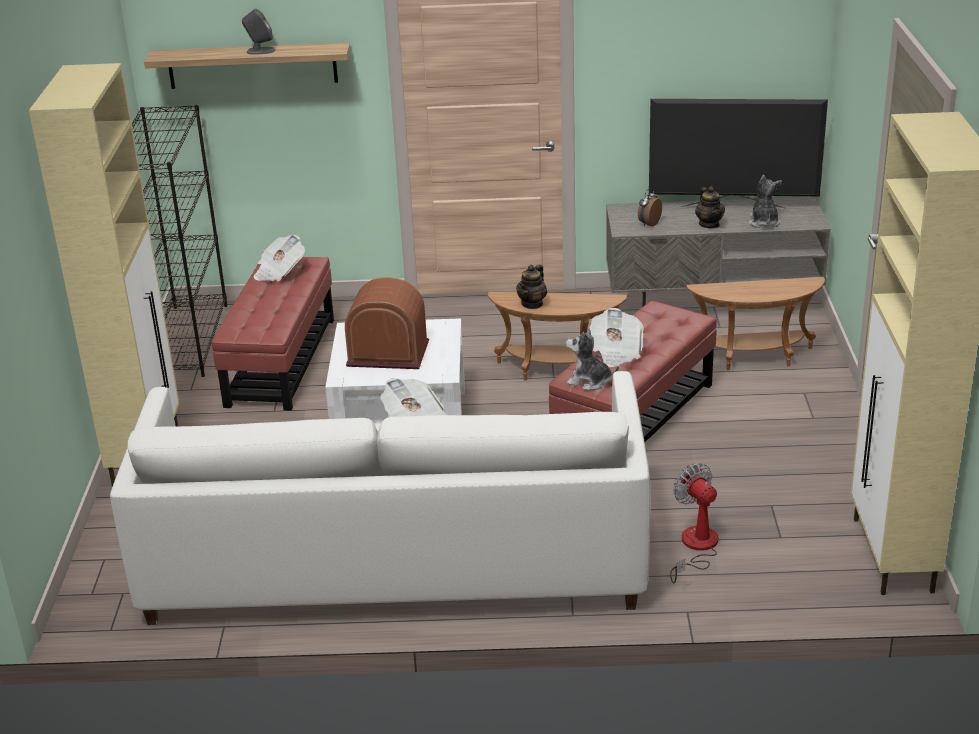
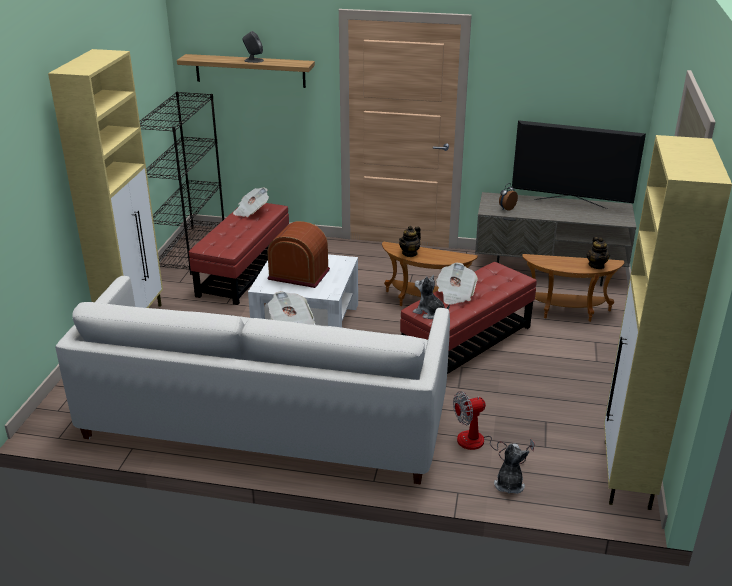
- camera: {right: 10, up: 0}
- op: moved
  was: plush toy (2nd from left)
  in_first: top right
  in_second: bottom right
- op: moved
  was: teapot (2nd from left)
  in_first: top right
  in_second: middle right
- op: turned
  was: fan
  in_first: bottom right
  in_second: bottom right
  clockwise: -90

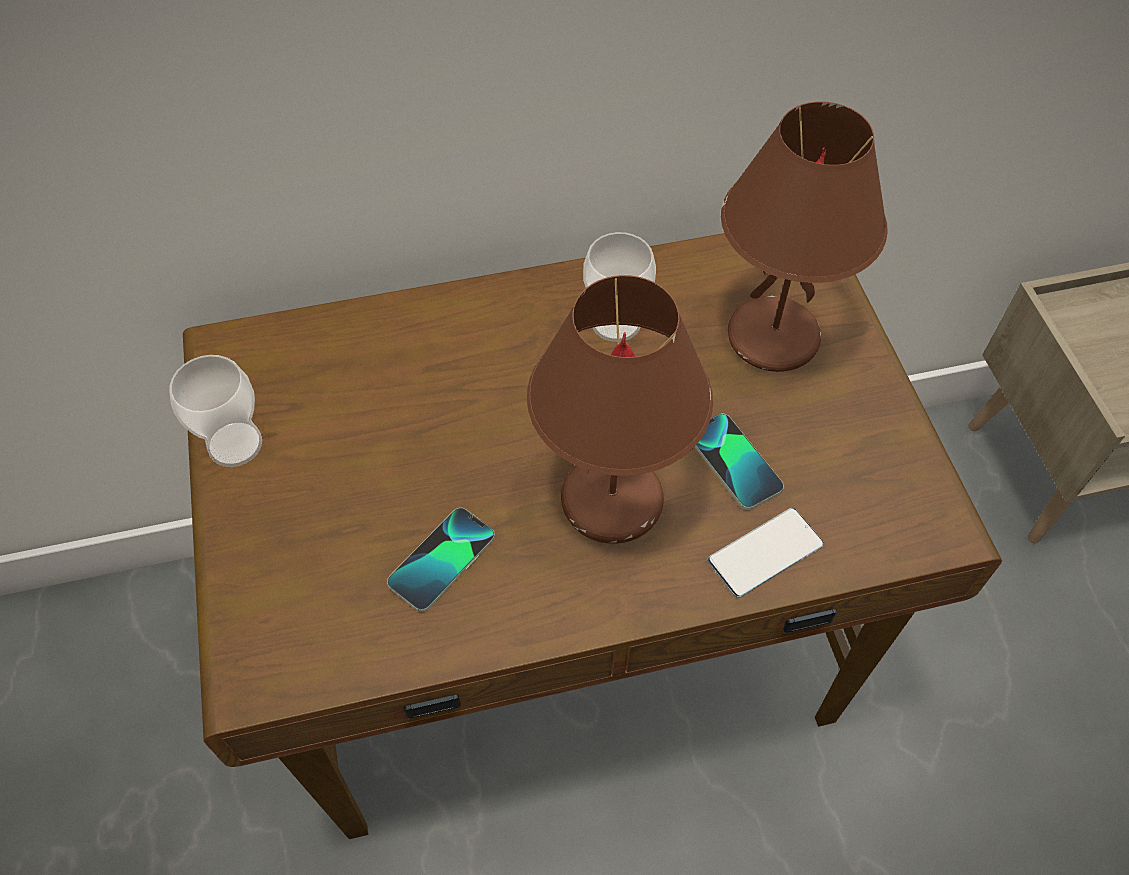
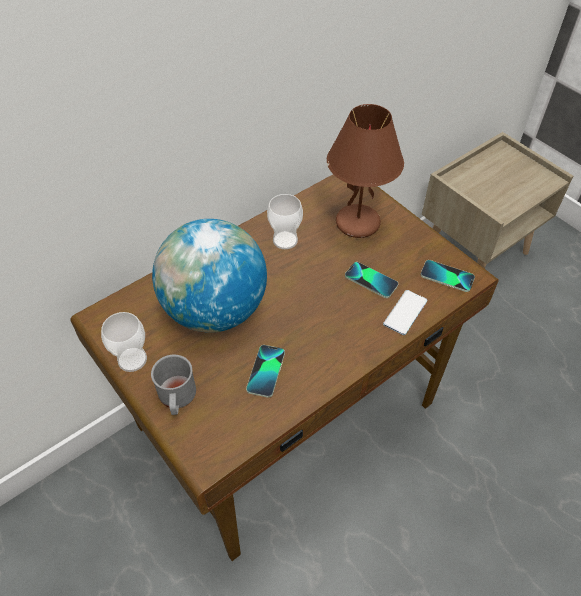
- camera: {right: -25, up: -5}
- op: removed
  was: brown table lamp (1st from left)
  in_first: centre
- op: added
  now: globe
  in_second: centre
- op: added
  now: phone (4th from left)
  in_second: middle right
- op: added
  now: grey mug
  in_second: middle left

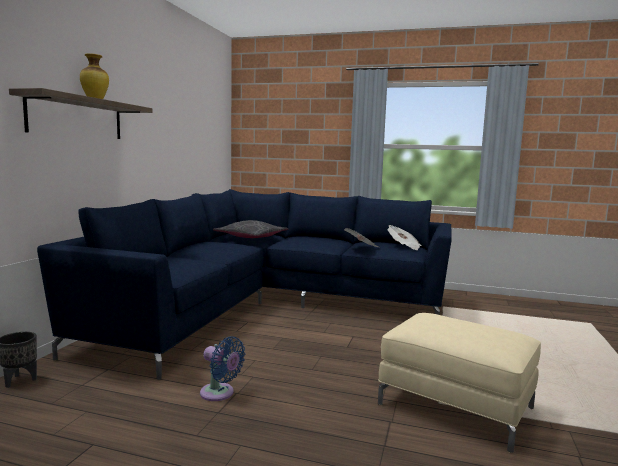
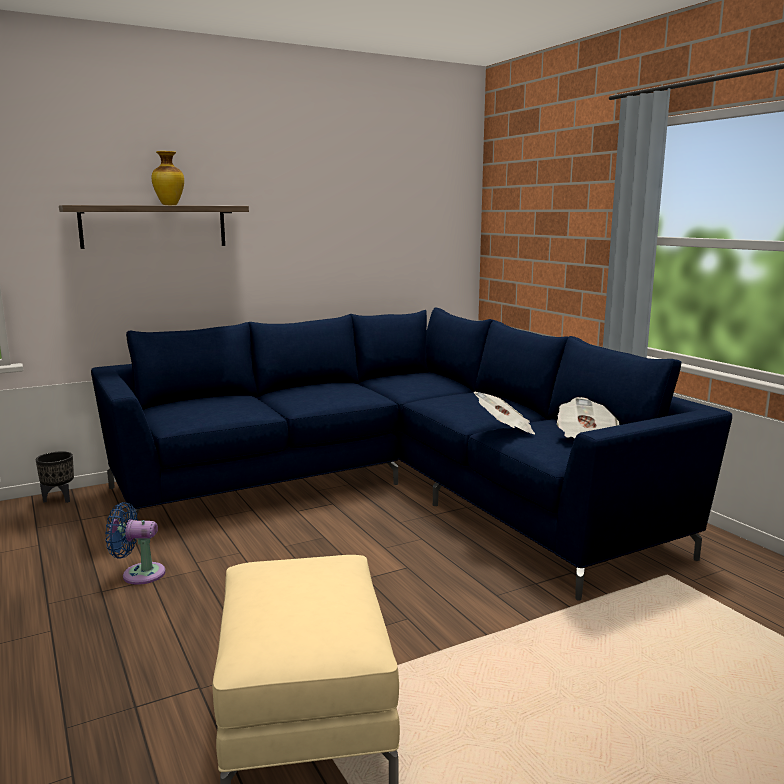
- camera: {right: 45, up: 5}
- op: removed
  was: grey pillow
  in_first: centre
- op: turned
  was: blue fan
  in_first: bottom centre
  in_second: bottom left
  clockwise: 105

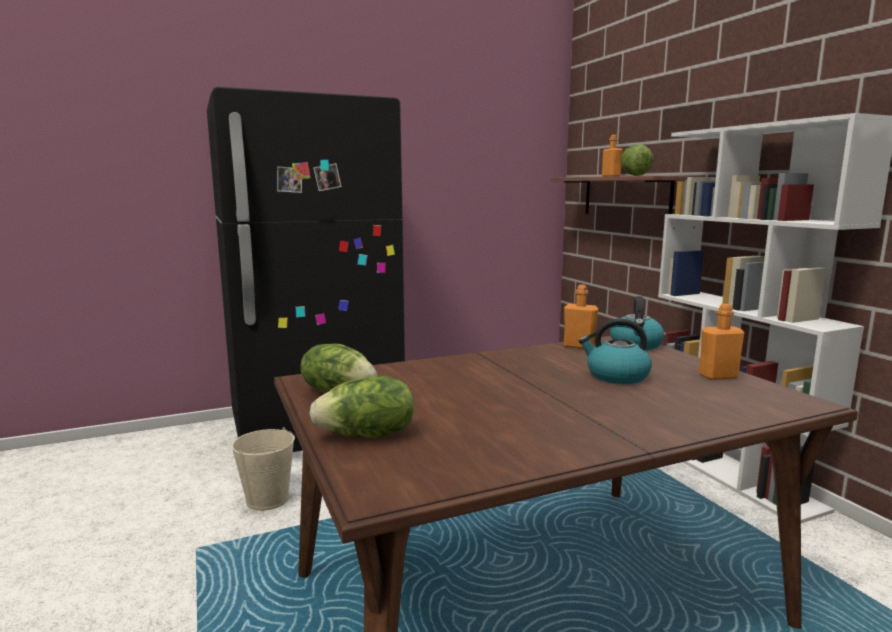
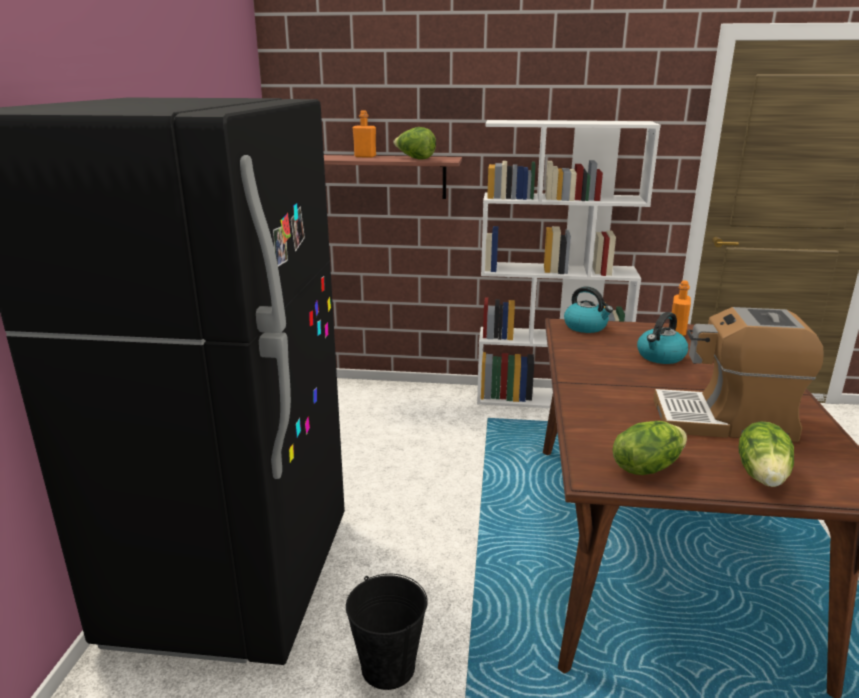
- camera: {right: -60, up: 10}
- op: removed
  was: orange bottle (1st from left)
  in_first: centre
- op: recoloured
  was: beige bucket
  now: black bucket
  in_first: bottom left
  in_second: bottom centre
- op: added
  now: coffee machine
  in_second: middle right

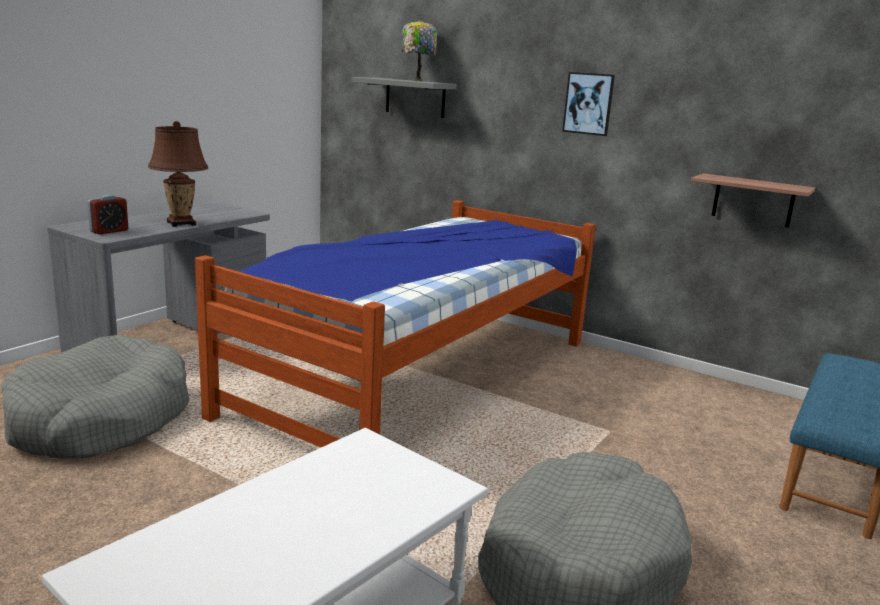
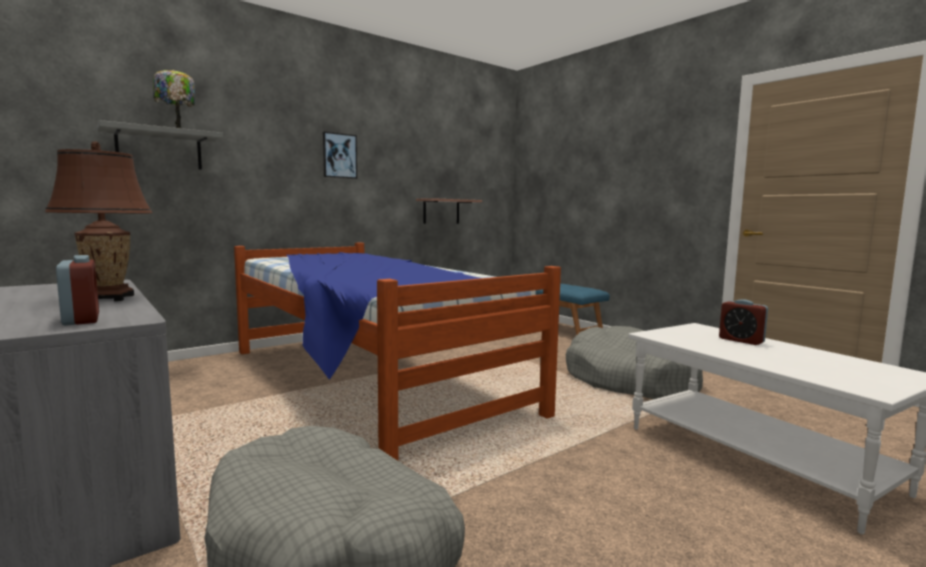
- camera: {right: -70, up: -10}
- op: added
  now: alarm clock (2nd from left)
  in_second: middle right

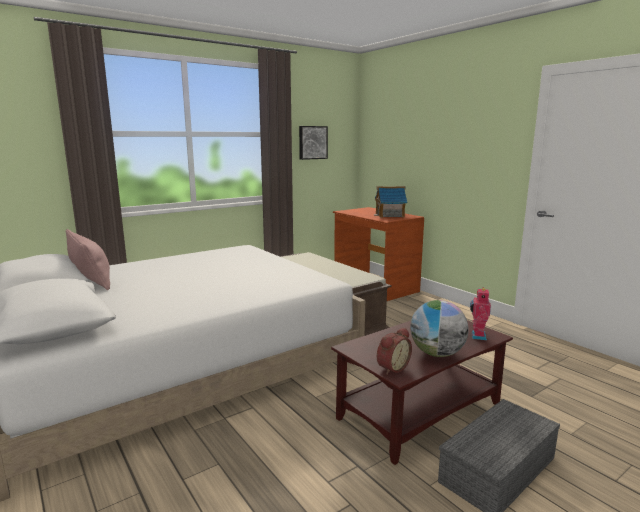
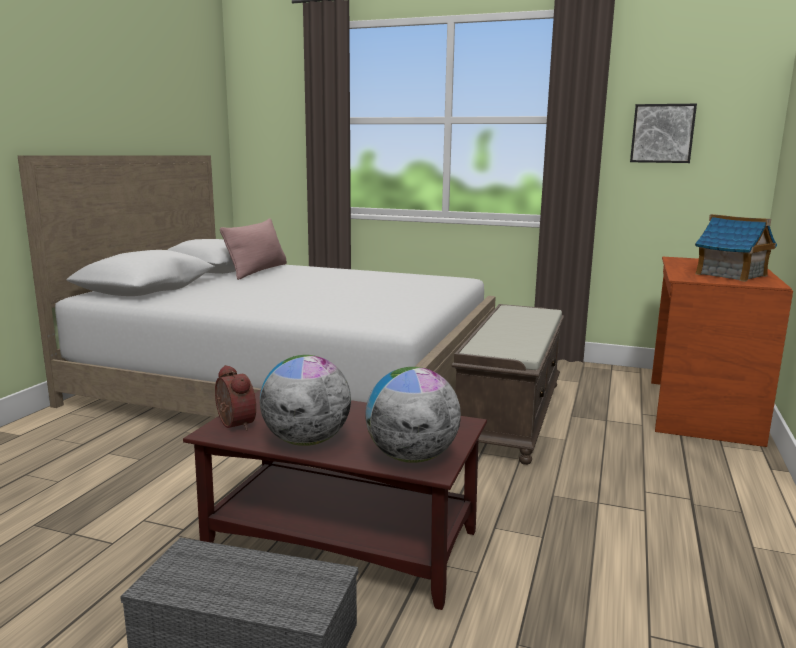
- camera: {right: 55, up: 0}
- op: replaced
  was: toy robot
  now: globe (2nd from left)
  in_first: middle right
  in_second: centre
- op: turned
  was: alarm clock
  in_first: bottom centre
  in_second: middle left
  clockwise: -135

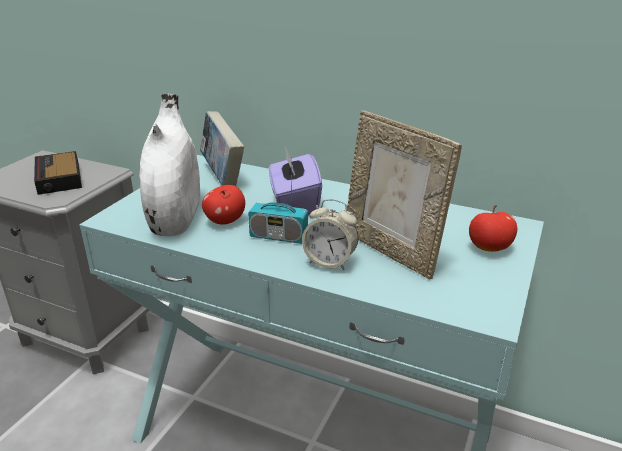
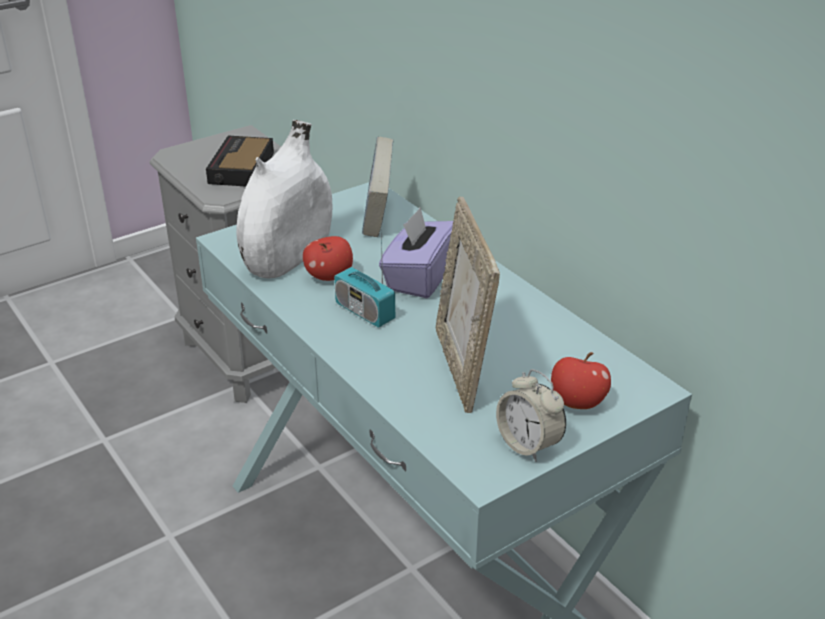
- camera: {right: 30, up: 5}
- op: moved
  was: alarm clock (2nd from left)
  in_first: centre
  in_second: bottom centre

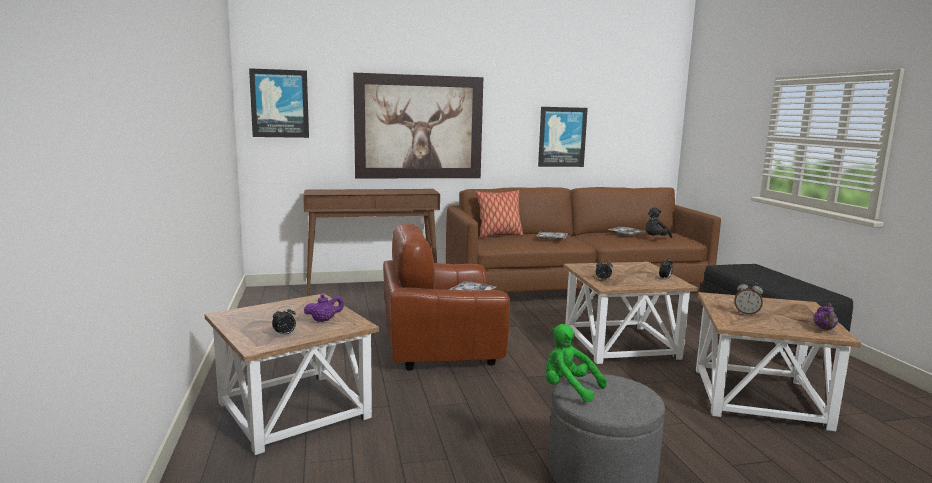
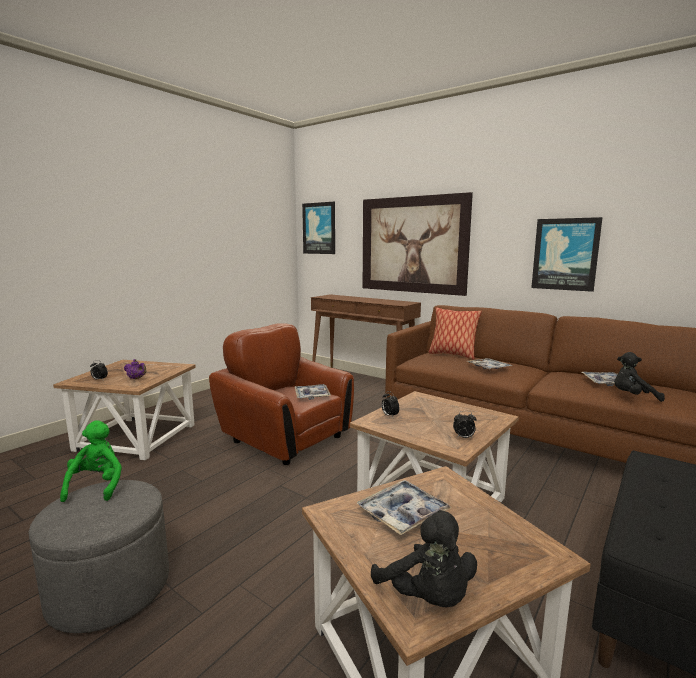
- camera: {right: 50, up: 0}
- op: replaced
  was: alarm clock (4th from left)
  now: tray (2nd from left)
  in_first: middle right
  in_second: bottom centre
- op: replaced
  was: purple teapot (2nd from left)
  now: black plush toy (1st from left)
  in_first: middle right
  in_second: bottom centre

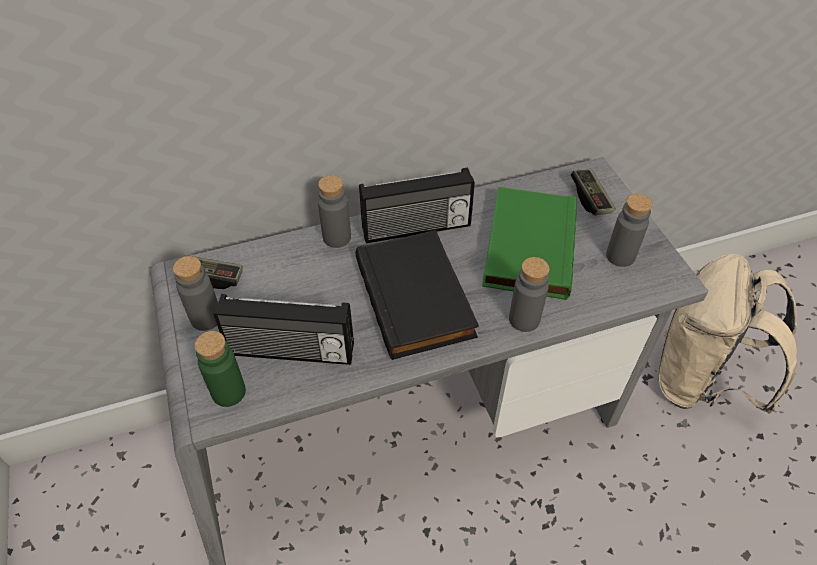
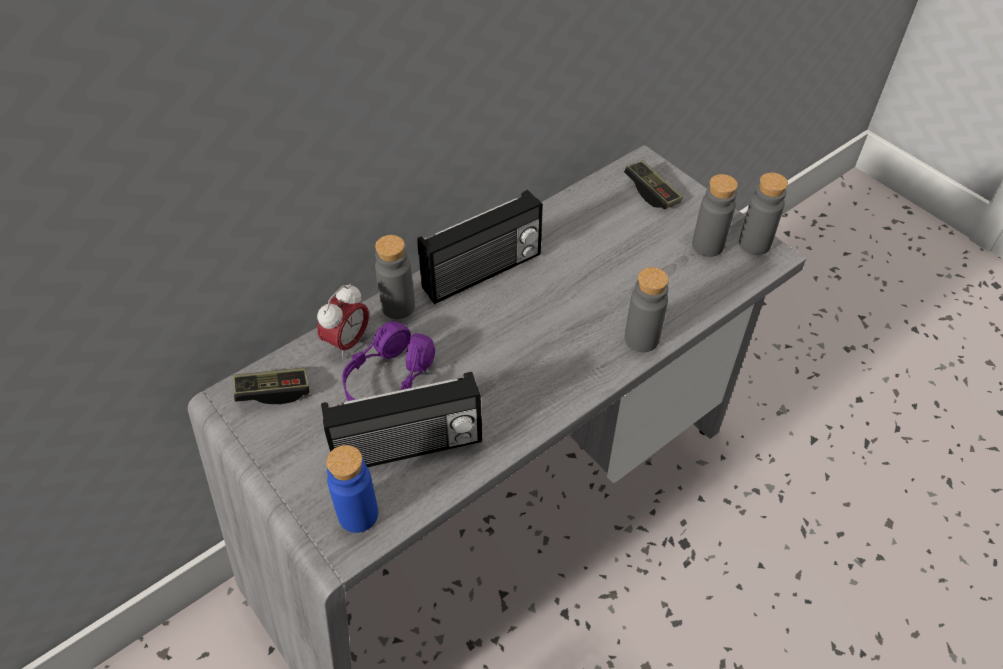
- camera: {right: -20, up: 0}
- op: removed
  was: green book
  in_first: centre
- op: removed
  was: black book
  in_first: centre
- op: removed
  was: beige backpack
  in_first: middle right
- op: moved
  was: grey bottle (1st from left in the first image)
  now: grey bottle (4th from left)
  in_first: middle left
  in_second: top right
- op: recoloured
  was: green bottle
  now: blue bottle
  in_first: middle left
  in_second: bottom centre
- op: added
  now: alarm clock
  in_second: centre
- op: added
  now: purple headphones
  in_second: centre

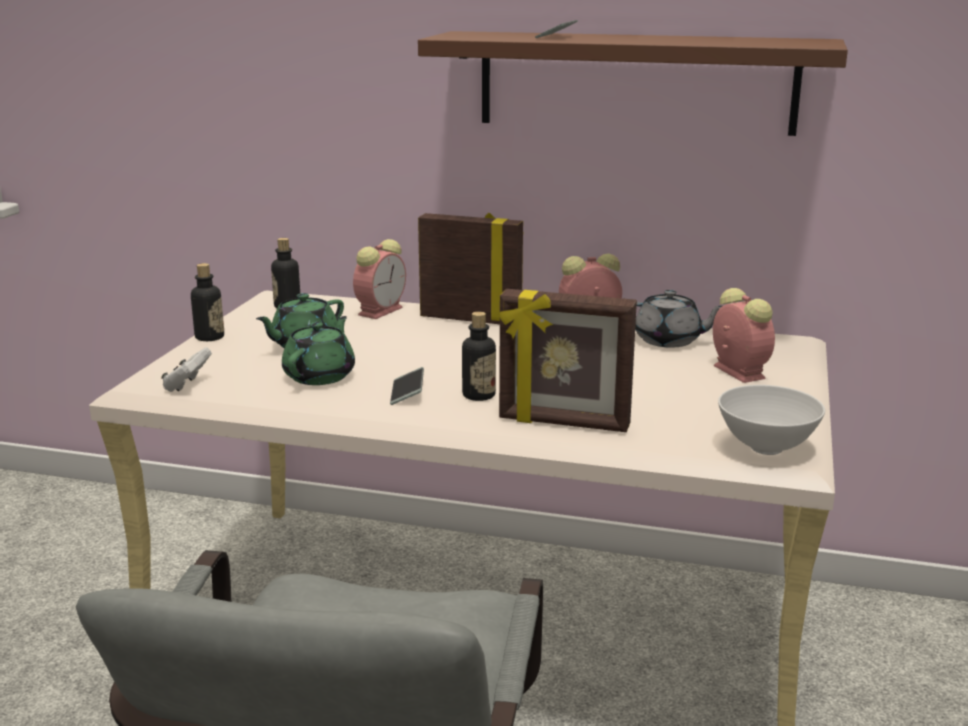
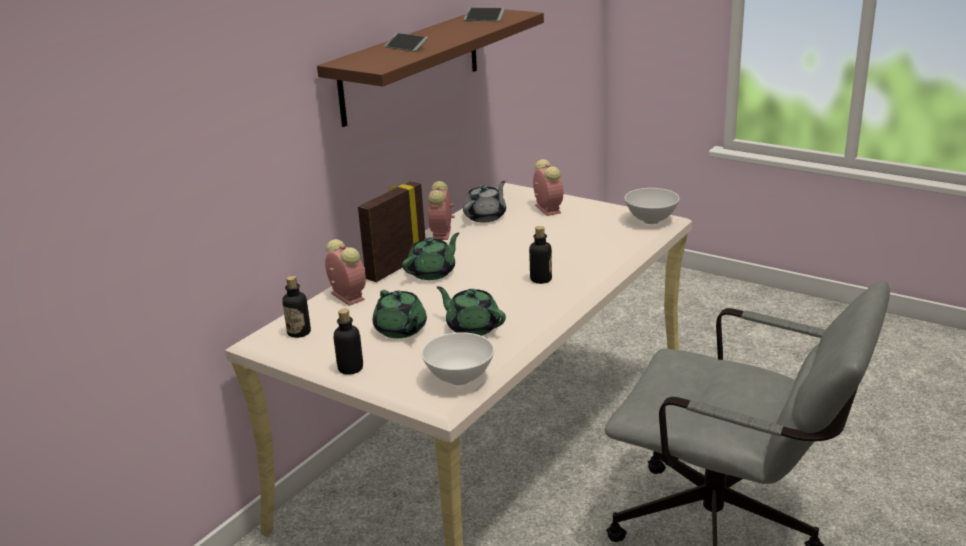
- camera: {right: -70, up: 5}
- op: turned
  was: alarm clock (3rd from left)
  in_first: middle right
  in_second: centre
  clockwise: 75
- op: removed
  was: picture frame (2nd from left)
  in_first: centre
- op: replaced
  was: white game controller
  now: white bowl (1st from left)
  in_first: middle left
  in_second: centre
- op: moved
  was: phone (1st from left in the first image)
  now: phone (2nd from left)
  in_first: centre
  in_second: top centre
- op: added
  now: green teapot (2nd from left)
  in_second: centre

